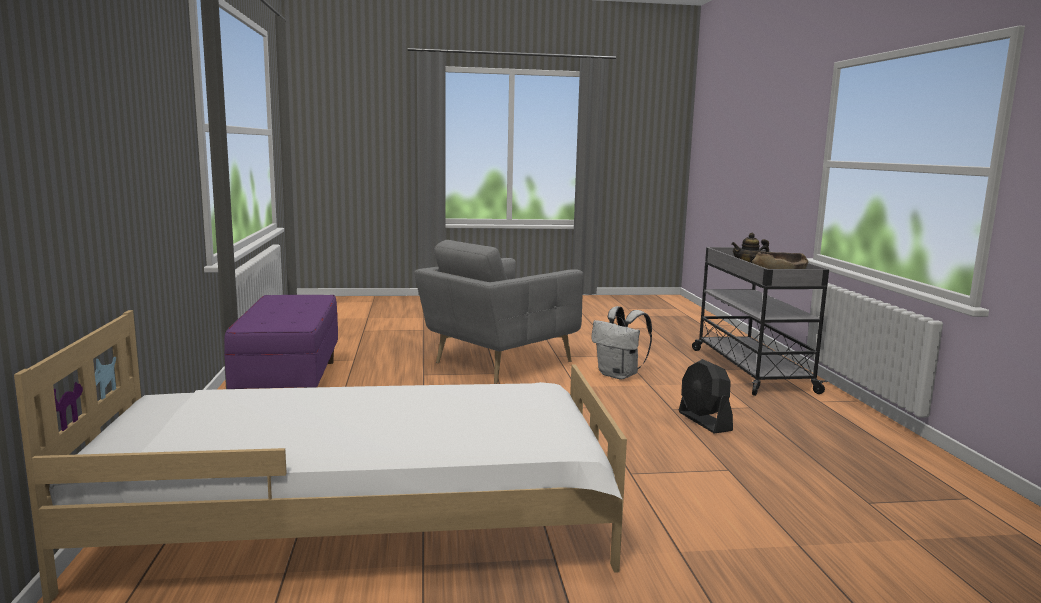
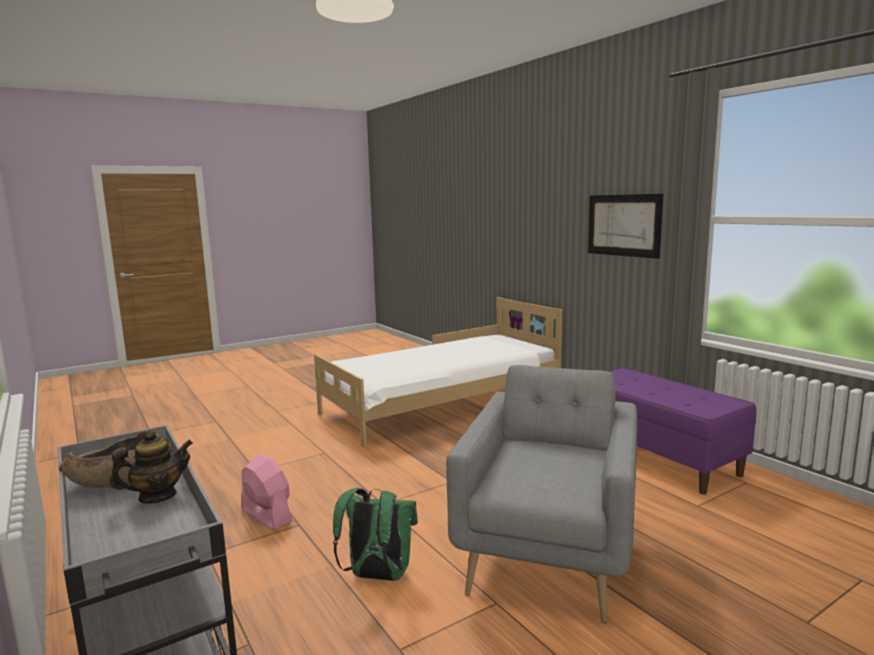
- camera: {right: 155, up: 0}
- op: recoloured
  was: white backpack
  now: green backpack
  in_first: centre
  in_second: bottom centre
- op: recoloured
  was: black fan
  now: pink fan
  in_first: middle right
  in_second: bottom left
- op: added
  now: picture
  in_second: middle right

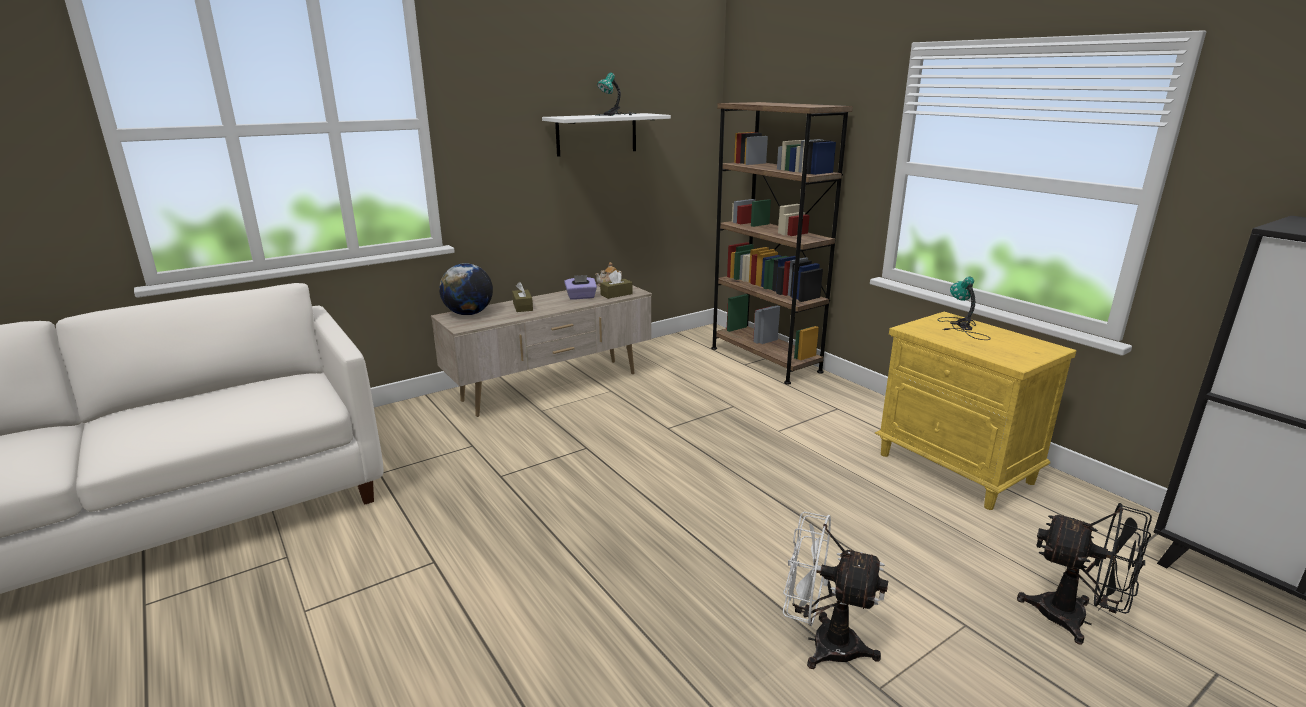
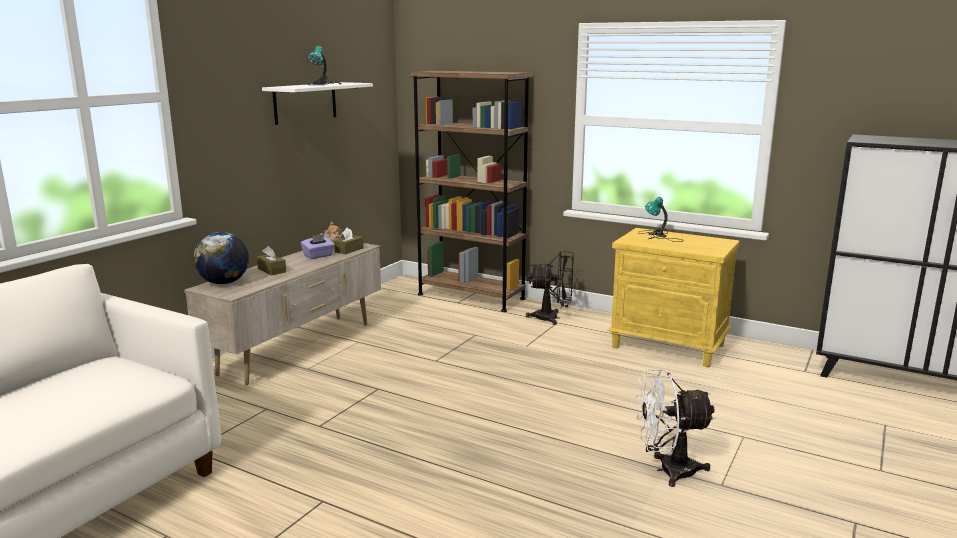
- camera: {right: -25, up: -5}
- op: moved
  was: black fan
  in_first: bottom right
  in_second: centre

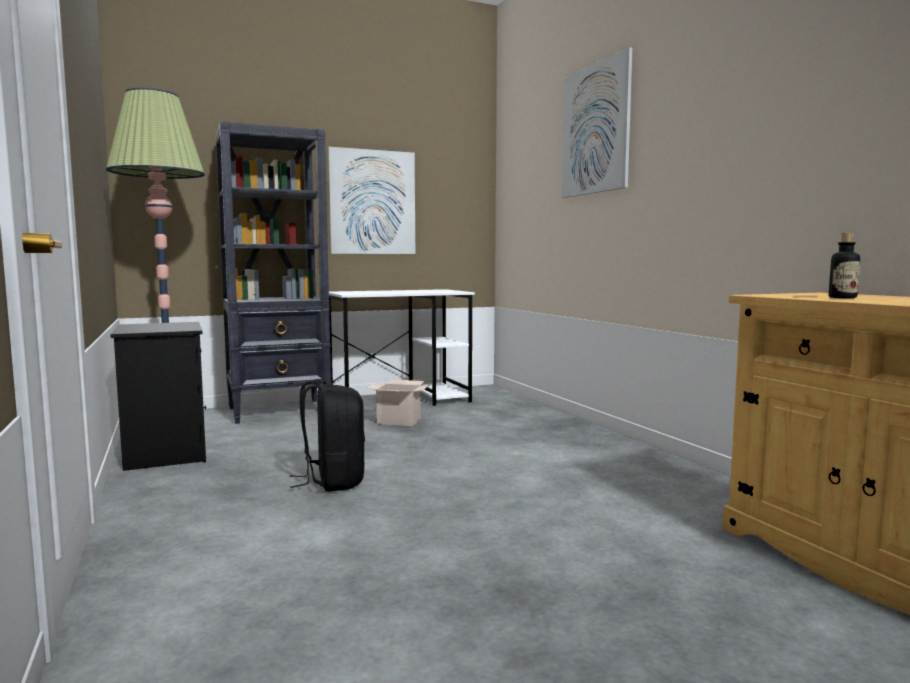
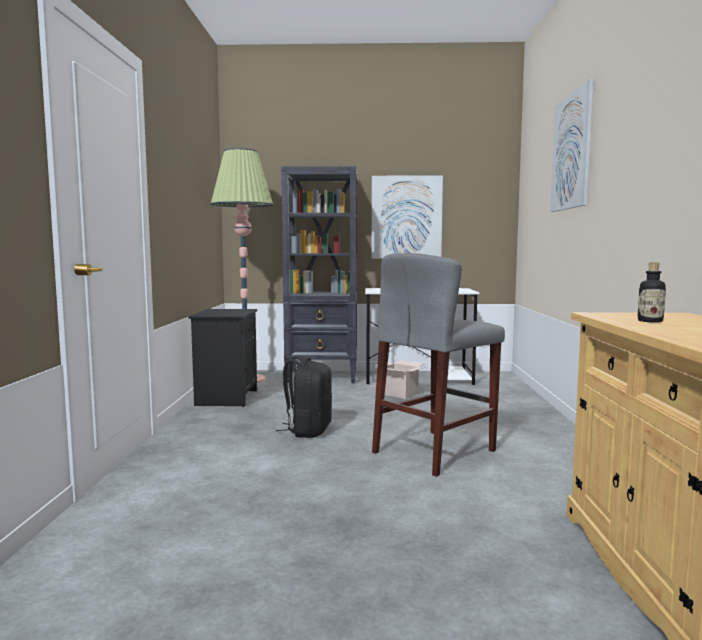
- camera: {right: 25, up: 0}
- op: added
  now: grey stool
  in_second: centre

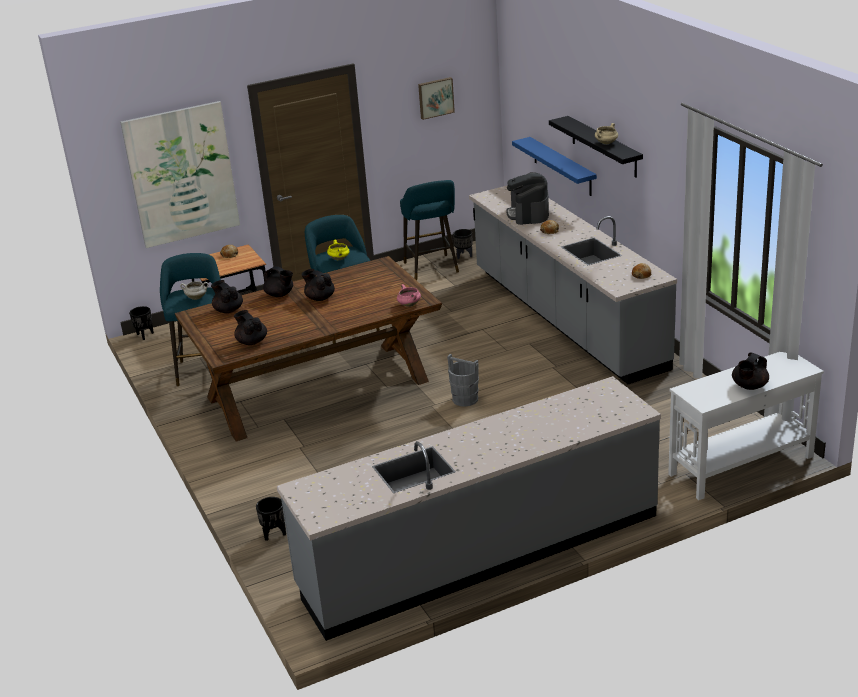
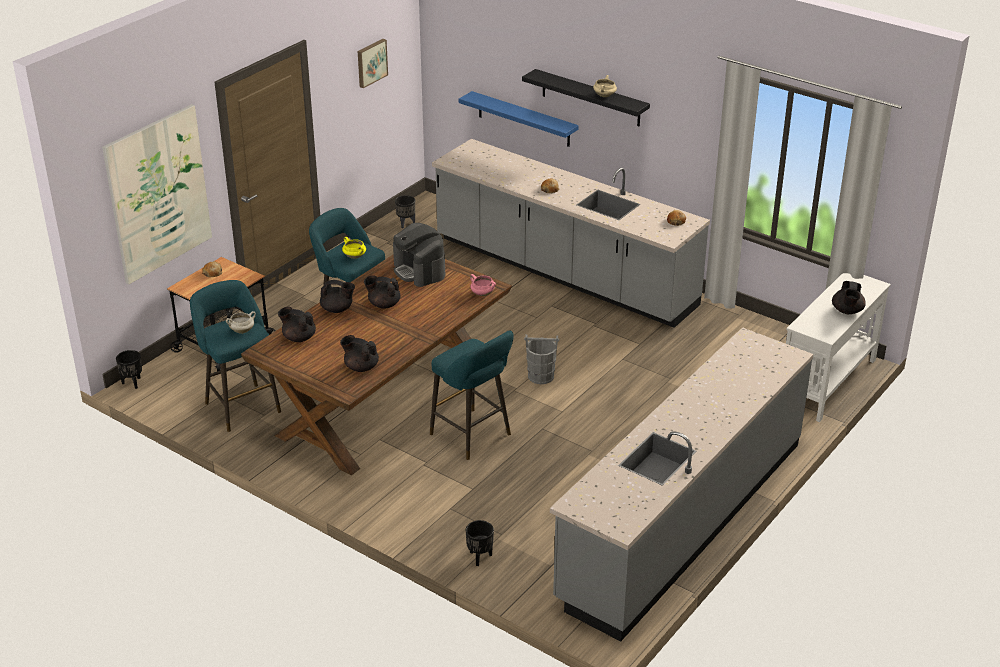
- camera: {right: -30, up: 5}
- op: moved
  was: coffee machine
  in_first: top centre
  in_second: centre
- op: moved
  was: turquoise stool (3rd from left)
  in_first: top centre
  in_second: centre

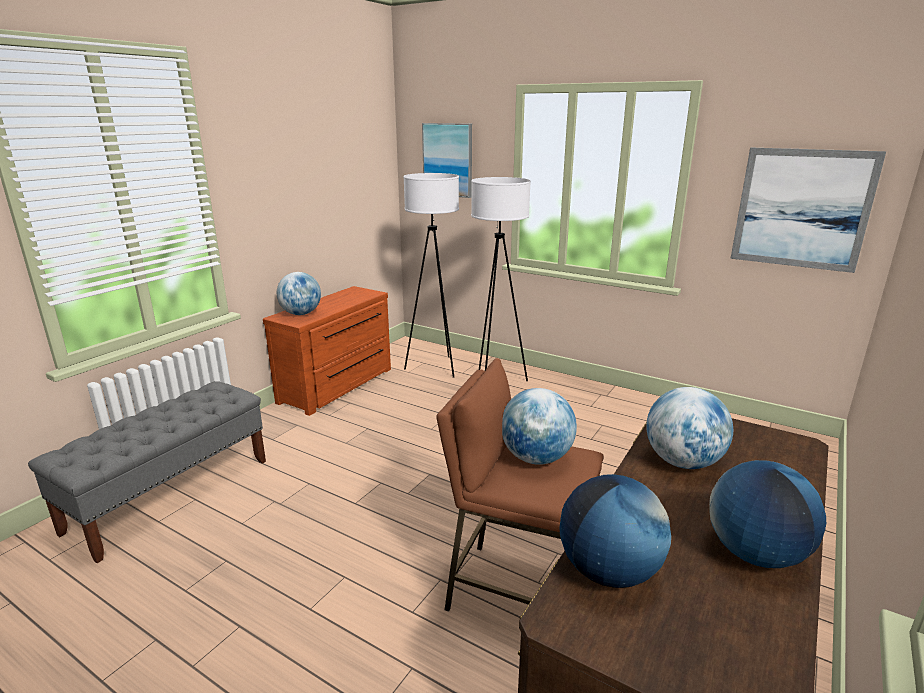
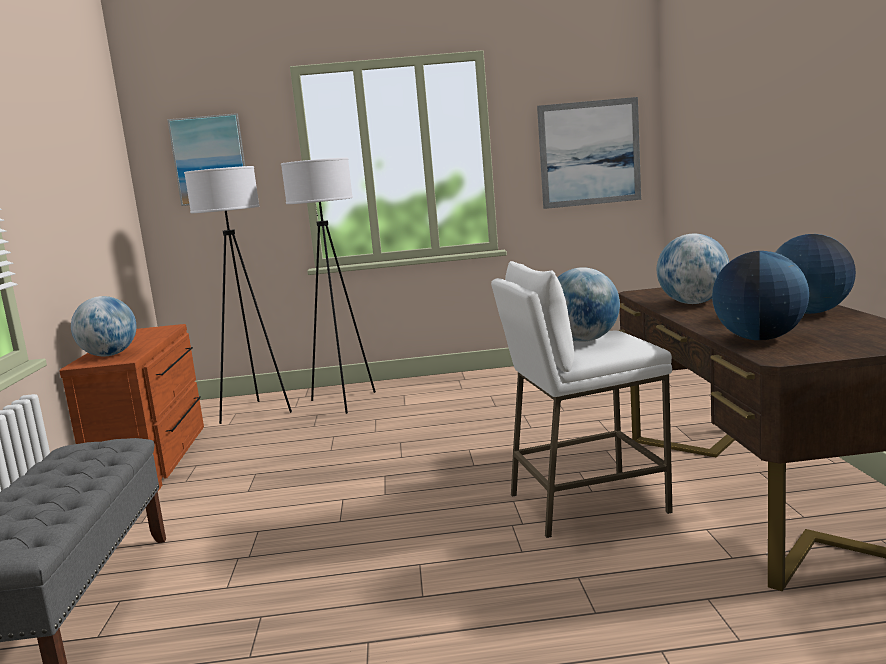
- camera: {right: -35, up: -10}
- op: recoloured
  was: brown stool
  now: white stool
  in_first: bottom centre
  in_second: centre

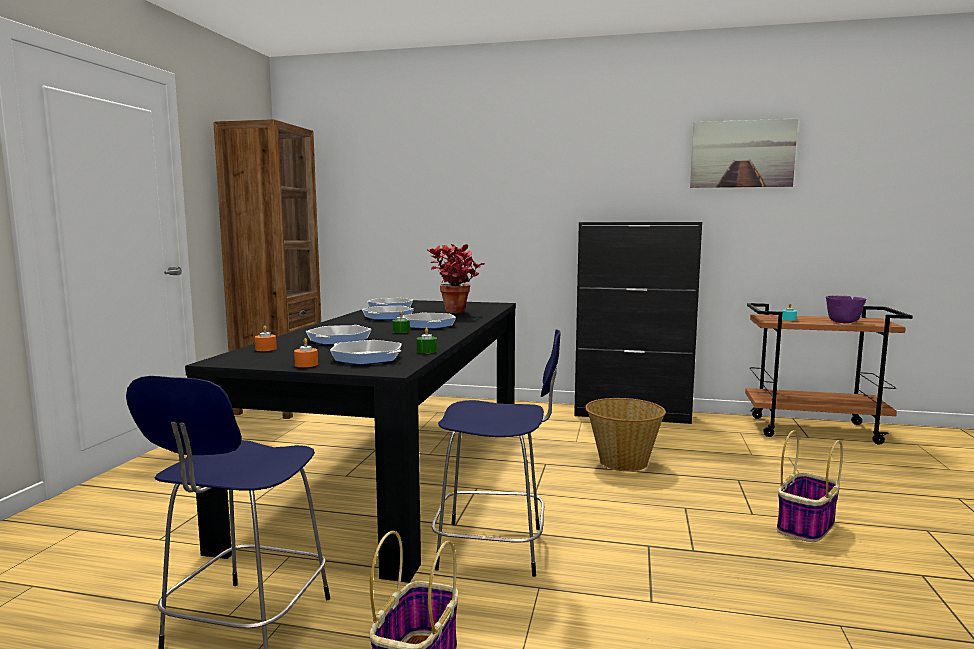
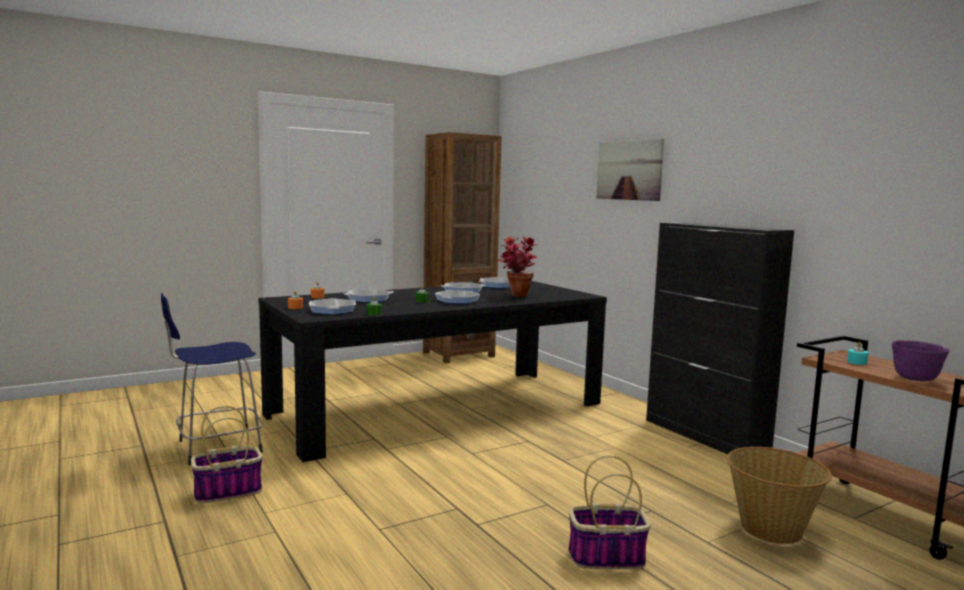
- camera: {right: 45, up: 0}
- op: moved
  was: picture
  in_first: top right
  in_second: top centre
- op: removed
  was: blue stool (2nd from left)
  in_first: bottom centre
- op: moved
  was: basket (2nd from left in the first image)
  now: basket (3rd from left)
  in_first: bottom centre
  in_second: bottom right

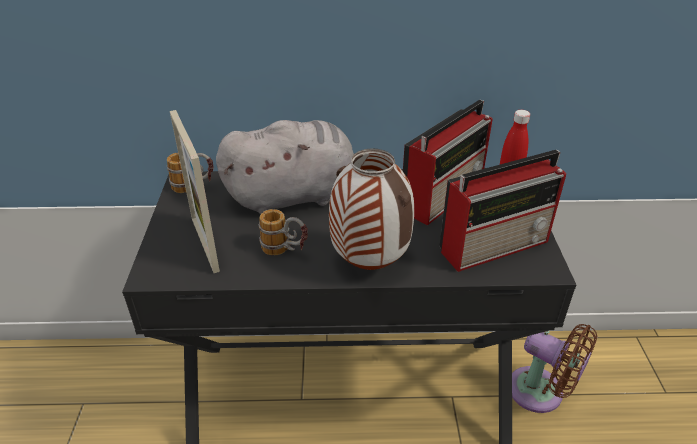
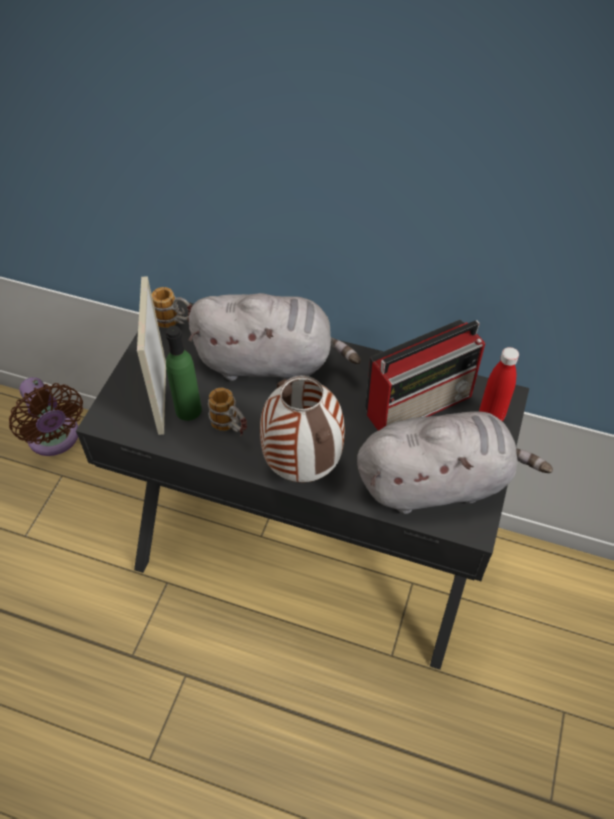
- camera: {right: 20, up: 15}
- op: replaced
  was: radio (2nd from left)
  now: grey plush toy (2nd from left)
  in_first: middle right
  in_second: middle right
- op: moved
  was: brown fan
  in_first: bottom right
  in_second: middle left
- op: added
  now: green bottle
  in_second: middle left

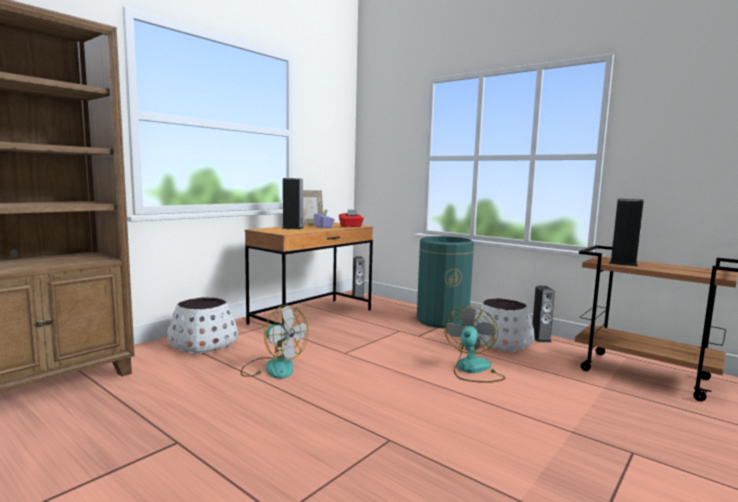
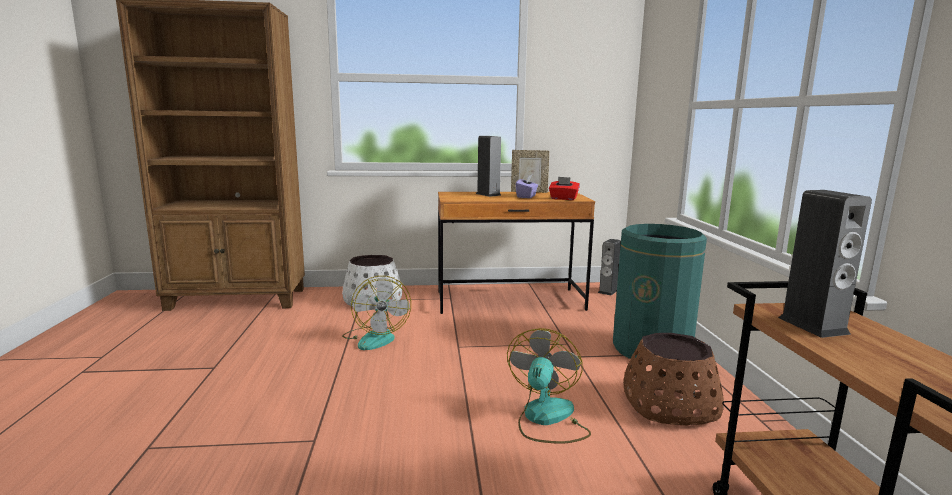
- camera: {right: 45, up: 5}
- op: removed
  was: speaker (3rd from left)
  in_first: middle right
- op: recoloured
  was: white planter (2nd from left)
  now: brown planter
  in_first: middle right
  in_second: bottom right
- op: turned
  was: fan (2nd from left)
  in_first: bottom centre
  in_second: bottom centre
  clockwise: -45

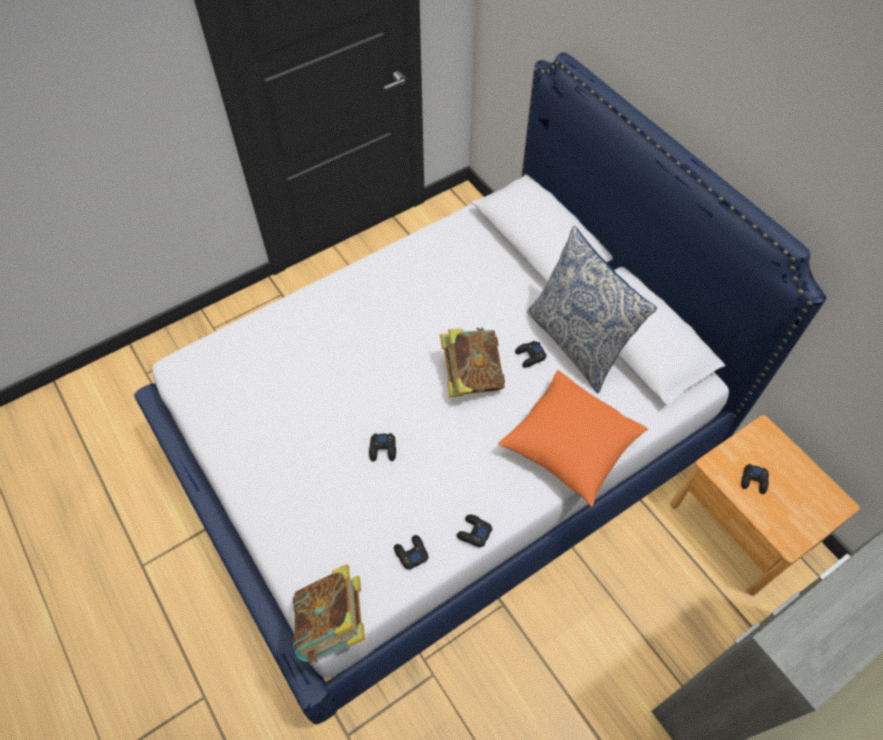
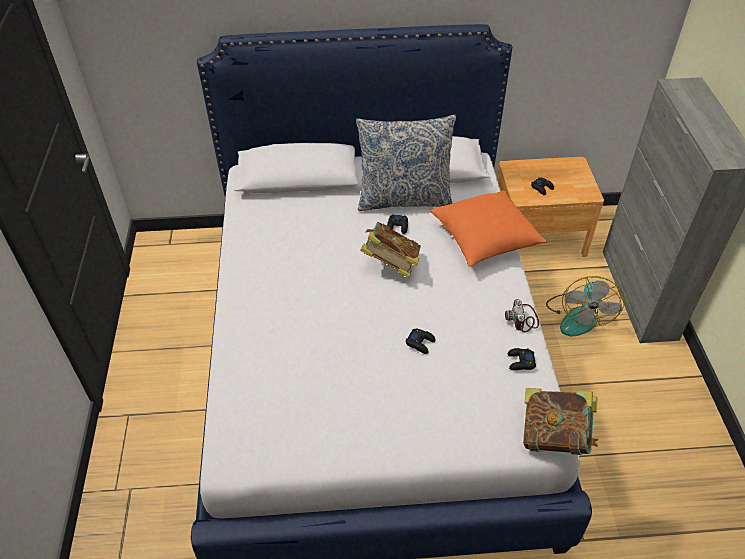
- camera: {right: -60, up: -10}
- op: replaced
  was: black game controller (3rd from left)
  now: photo camera
  in_first: bottom centre
  in_second: middle right
- op: added
  now: fan
  in_second: middle right

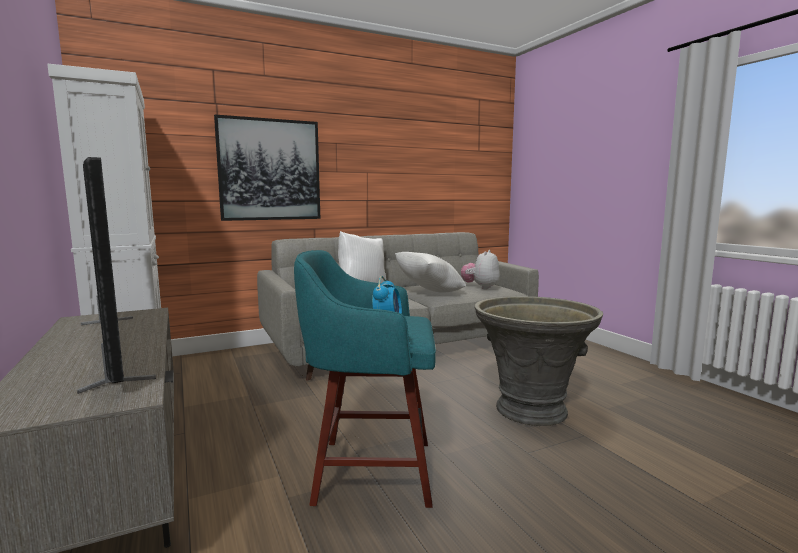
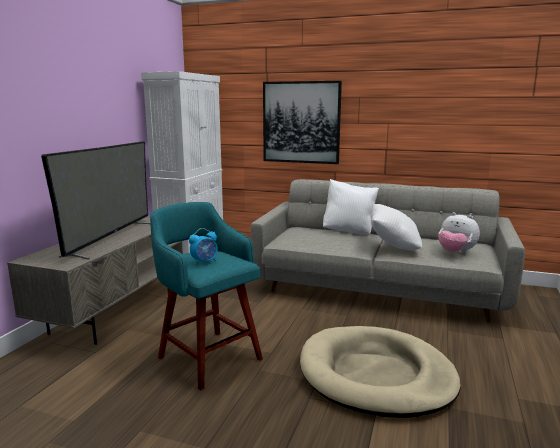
- camera: {right: 45, up: 5}
- op: turned
  was: plush toy
  in_first: centre
  in_second: middle right
  clockwise: -120
- op: replaced
  was: grey planter
  now: beige dog bed
  in_first: middle right
  in_second: bottom right

